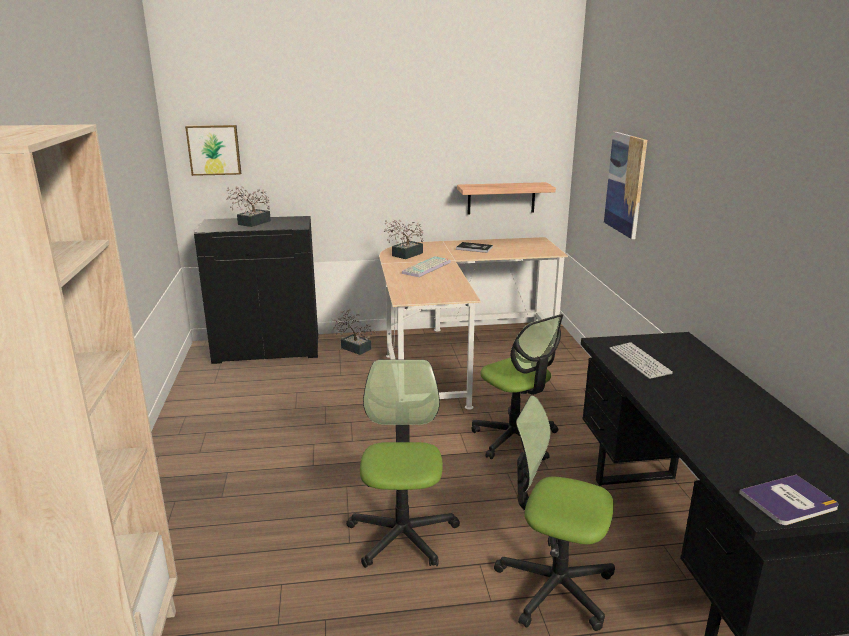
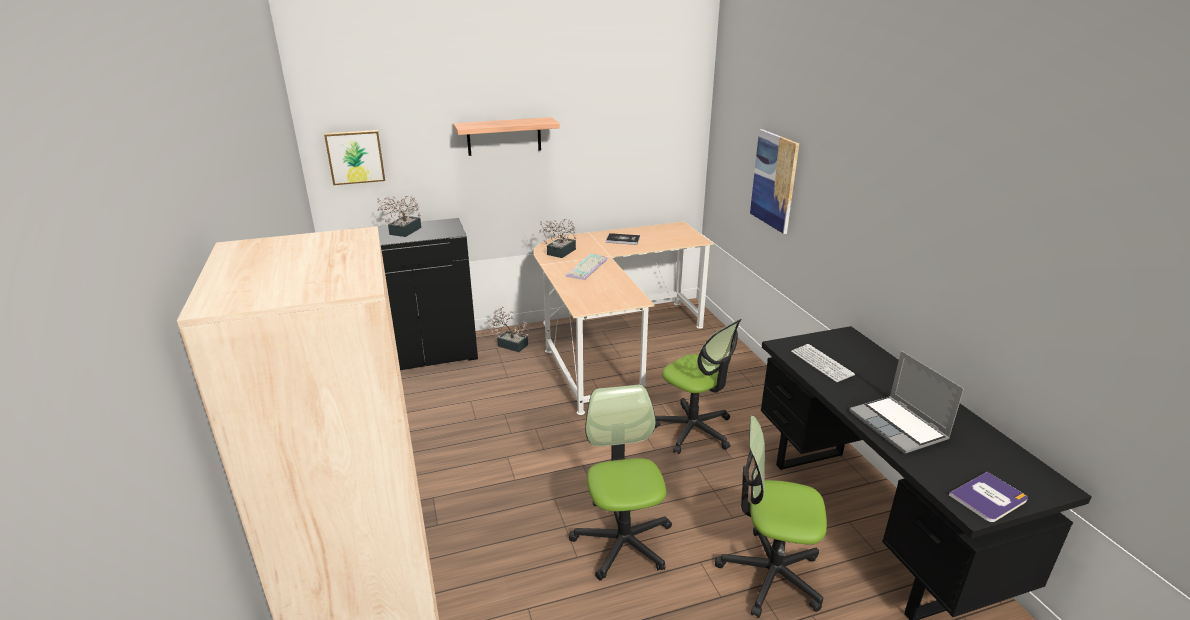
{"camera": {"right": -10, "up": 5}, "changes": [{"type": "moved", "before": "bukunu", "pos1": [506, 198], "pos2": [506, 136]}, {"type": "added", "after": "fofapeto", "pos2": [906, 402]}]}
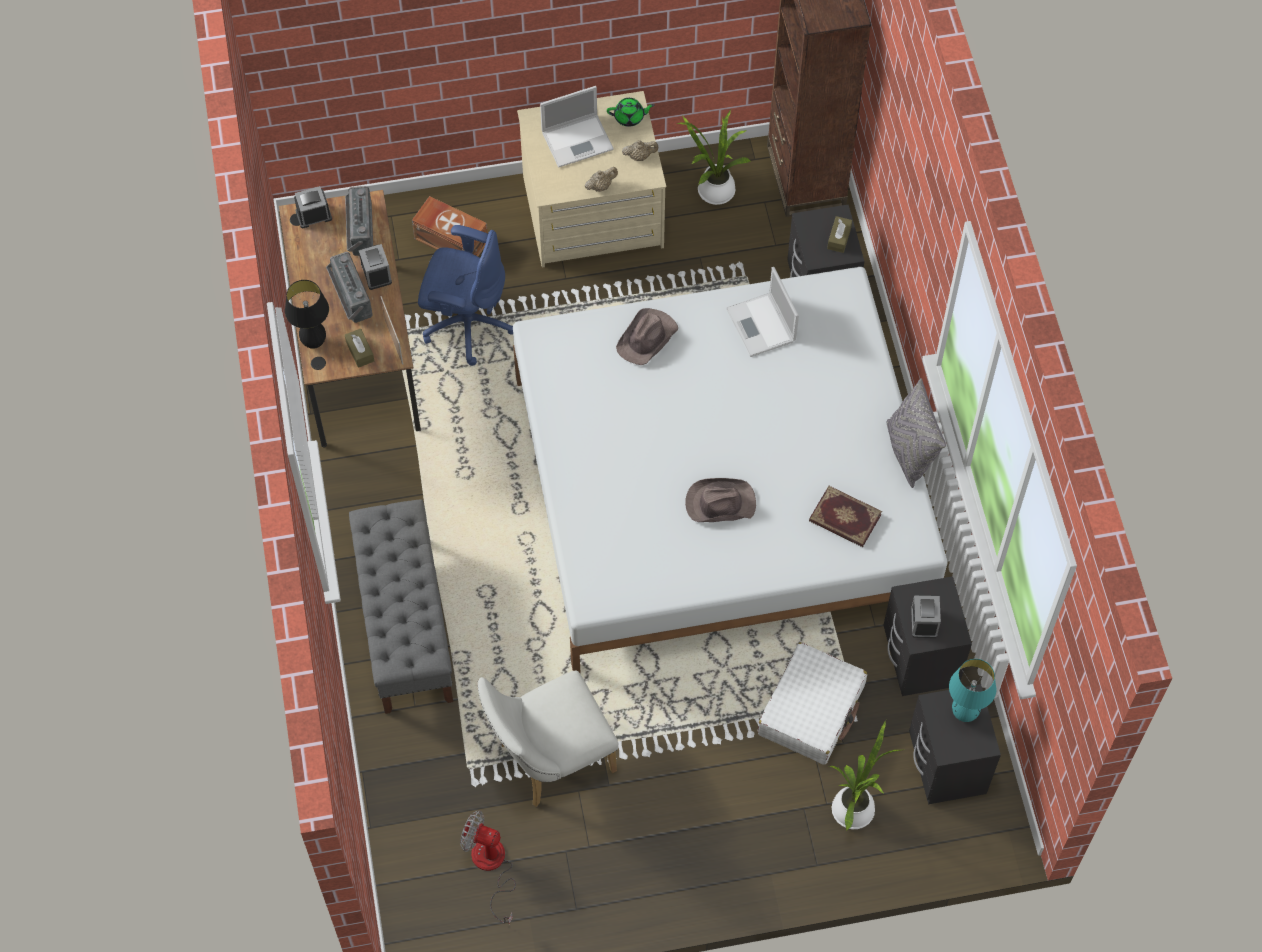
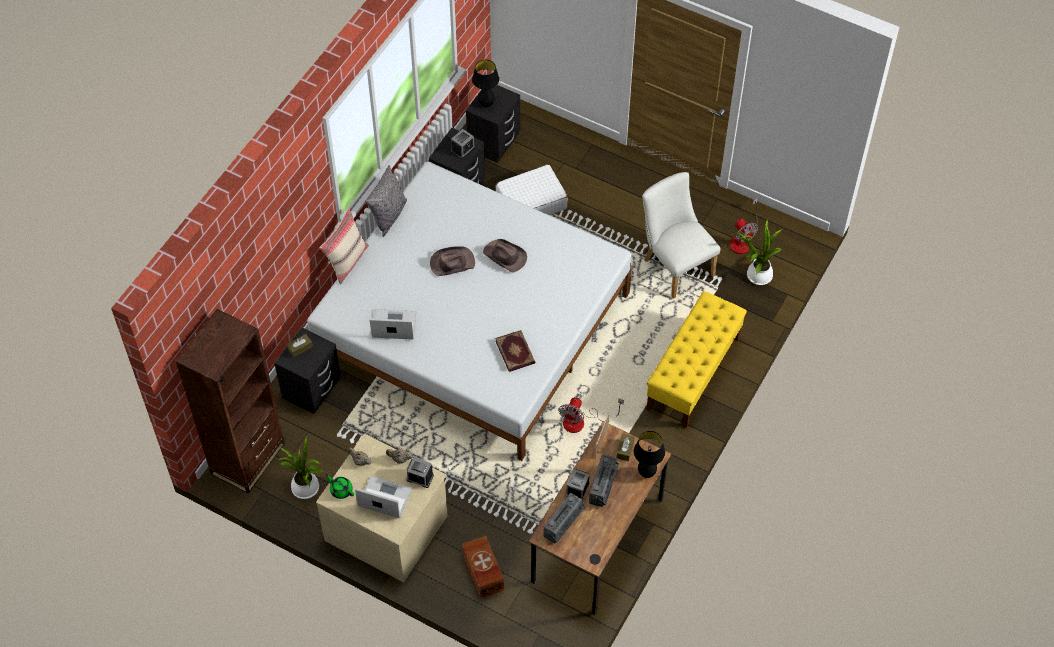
{"camera": {"right": -140, "up": -5}, "changes": [{"type": "added", "after": "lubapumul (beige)", "pos2": [344, 246]}, {"type": "turned", "before": "fofapeto", "pos1": [762, 312], "pos2": [393, 324], "turn": -105}, {"type": "moved", "before": "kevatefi", "pos1": [313, 207], "pos2": [420, 473]}, {"type": "moved", "before": "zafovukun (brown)", "pos1": [647, 336], "pos2": [452, 261]}, {"type": "recoloured", "before": "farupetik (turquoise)", "after": "farupetik (black)", "pos1": [972, 690], "pos2": [485, 83]}, {"type": "moved", "before": "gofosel", "pos1": [845, 516], "pos2": [515, 351]}, {"type": "added", "after": "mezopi", "pos2": [591, 415]}, {"type": "turned", "before": "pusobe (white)", "pos1": [547, 738], "pos2": [681, 235], "turn": -135}, {"type": "recoloured", "before": "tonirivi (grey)", "after": "tonirivi (yellow)", "pos1": [401, 606], "pos2": [697, 360]}, {"type": "moved", "before": "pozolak", "pos1": [867, 776], "pos2": [759, 252]}, {"type": "removed", "before": "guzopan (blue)", "pos1": [465, 295]}]}
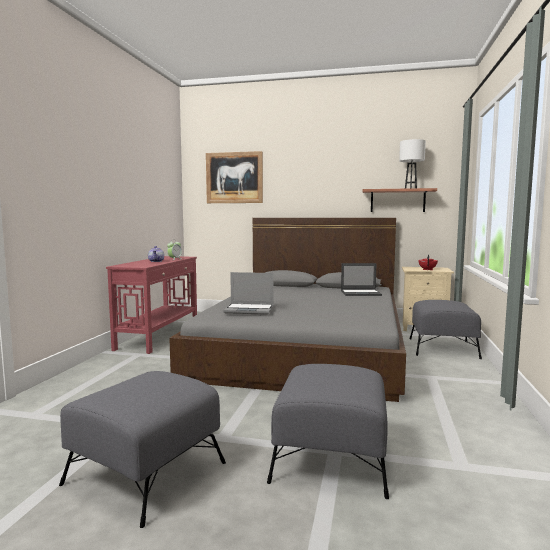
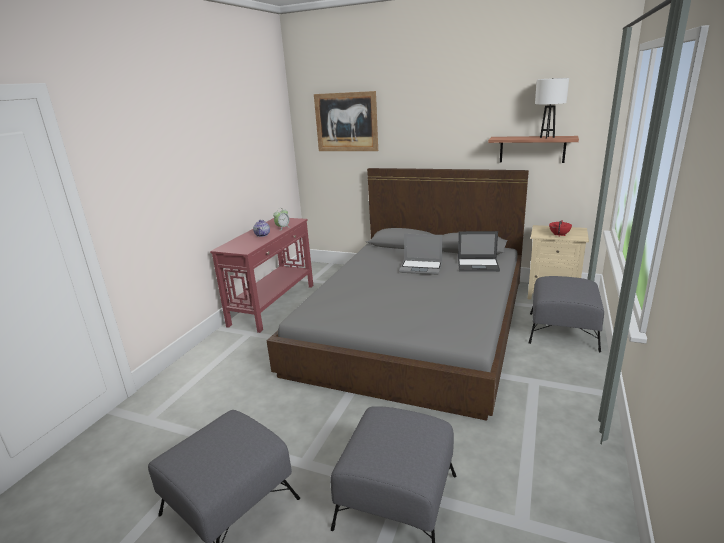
{"camera": {"right": 10, "up": 15}, "changes": [{"type": "moved", "before": "fofapeto", "pos1": [248, 293], "pos2": [420, 254]}]}
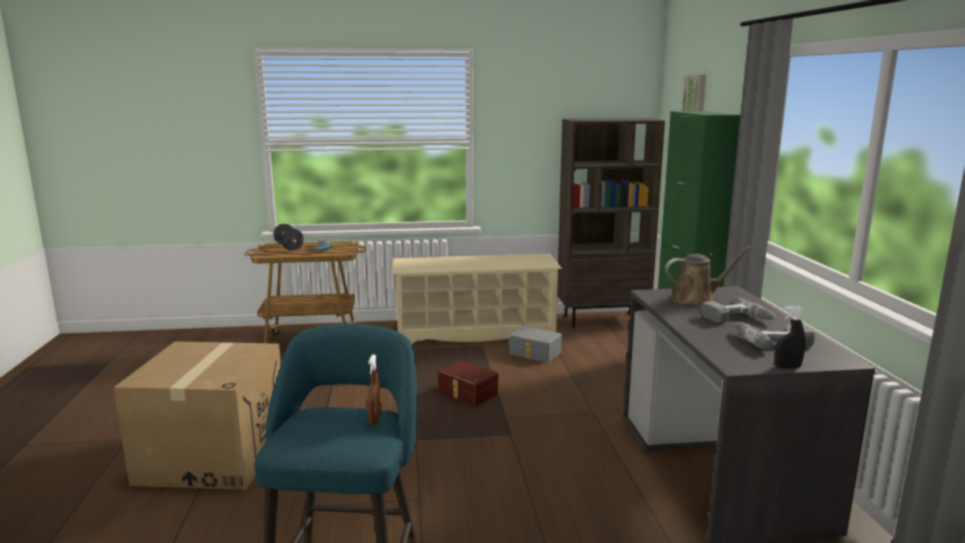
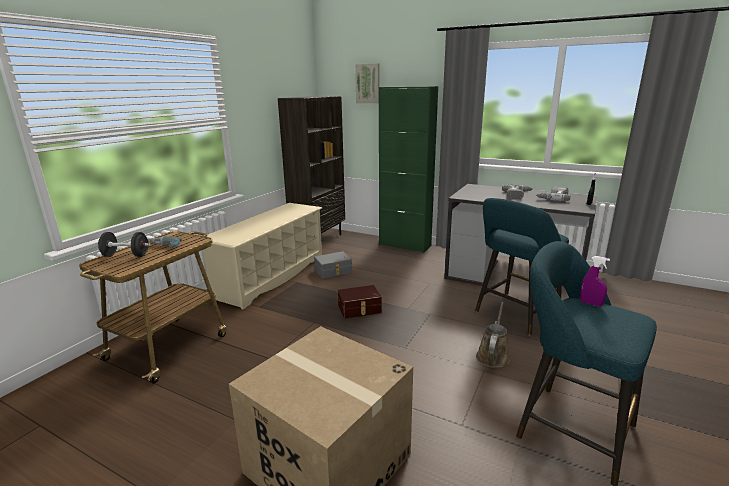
{"camera": {"right": -55, "up": 5}, "changes": [{"type": "added", "after": "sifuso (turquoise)", "pos2": [522, 266]}, {"type": "moved", "before": "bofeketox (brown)", "pos1": [708, 276], "pos2": [492, 334]}, {"type": "recoloured", "before": "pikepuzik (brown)", "after": "pikepuzik (purple)", "pos1": [374, 389], "pos2": [595, 281]}]}
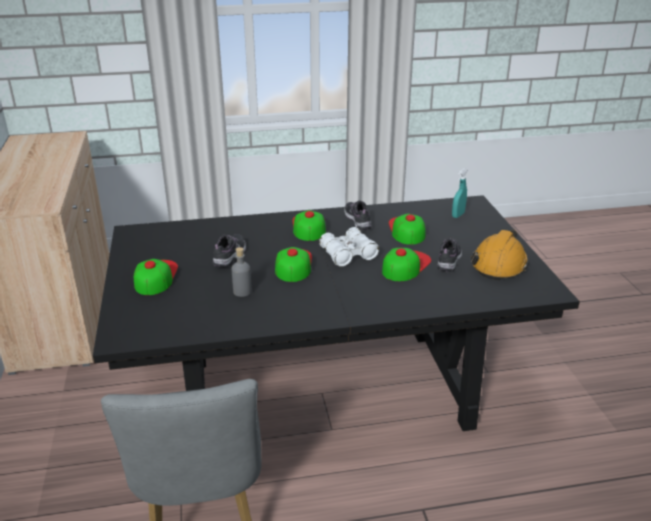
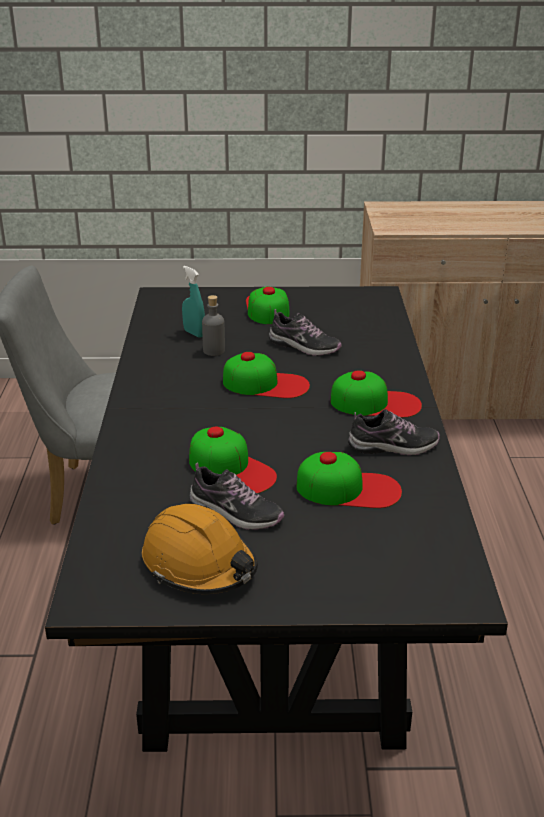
{"camera": {"right": 100, "up": 0}, "changes": [{"type": "moved", "before": "pikepuzik (turquoise)", "pos1": [459, 193], "pos2": [193, 302]}, {"type": "turned", "before": "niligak", "pos1": [156, 277], "pos2": [268, 305], "turn": -105}, {"type": "removed", "before": "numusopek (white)", "pos1": [349, 247]}]}
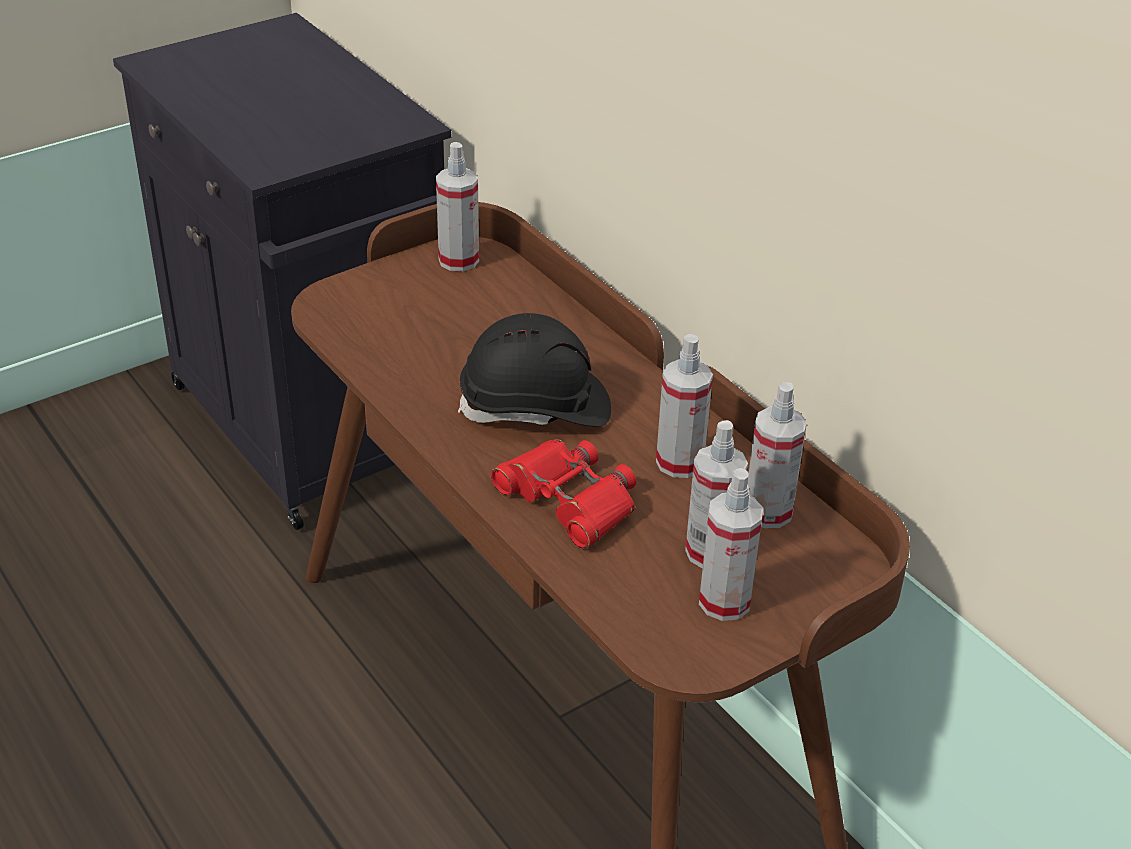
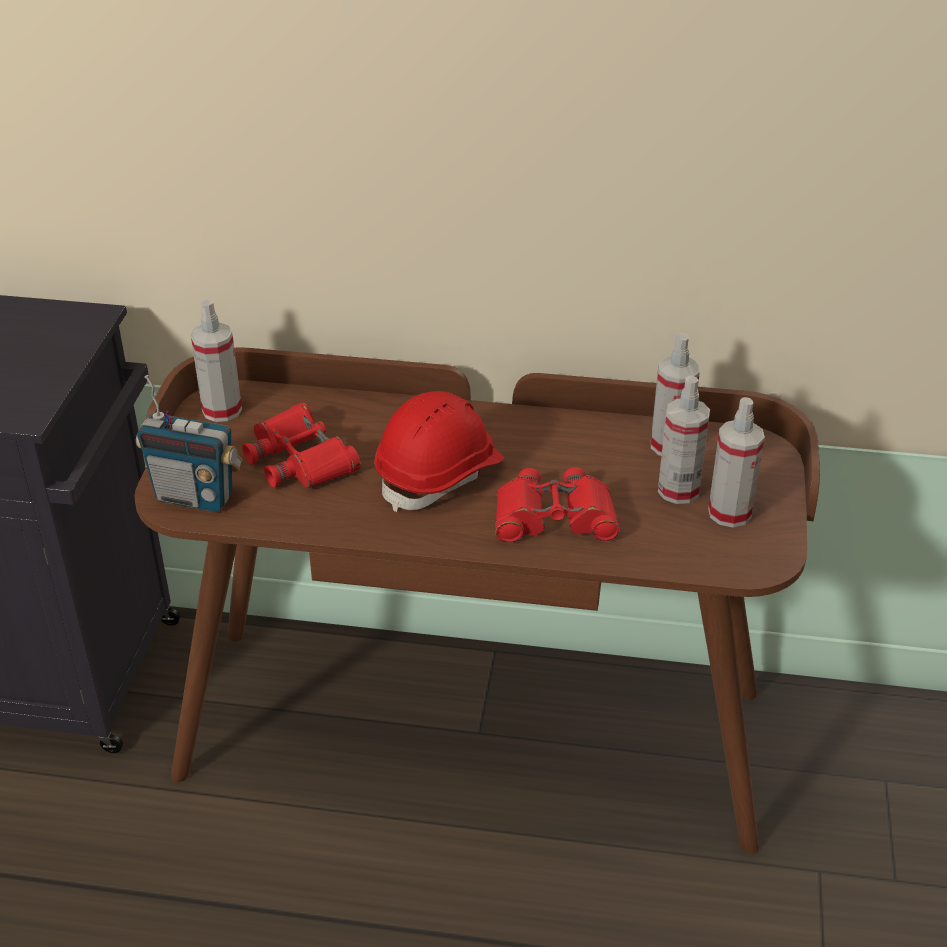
{"camera": {"right": -45, "up": 0}, "changes": [{"type": "added", "after": "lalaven", "pos2": [189, 443]}, {"type": "added", "after": "numusopek (red)", "pos2": [301, 445]}, {"type": "recoloured", "before": "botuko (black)", "after": "botuko (red)", "pos1": [534, 370], "pos2": [439, 451]}, {"type": "removed", "before": "pikepuzik", "pos1": [684, 406]}]}
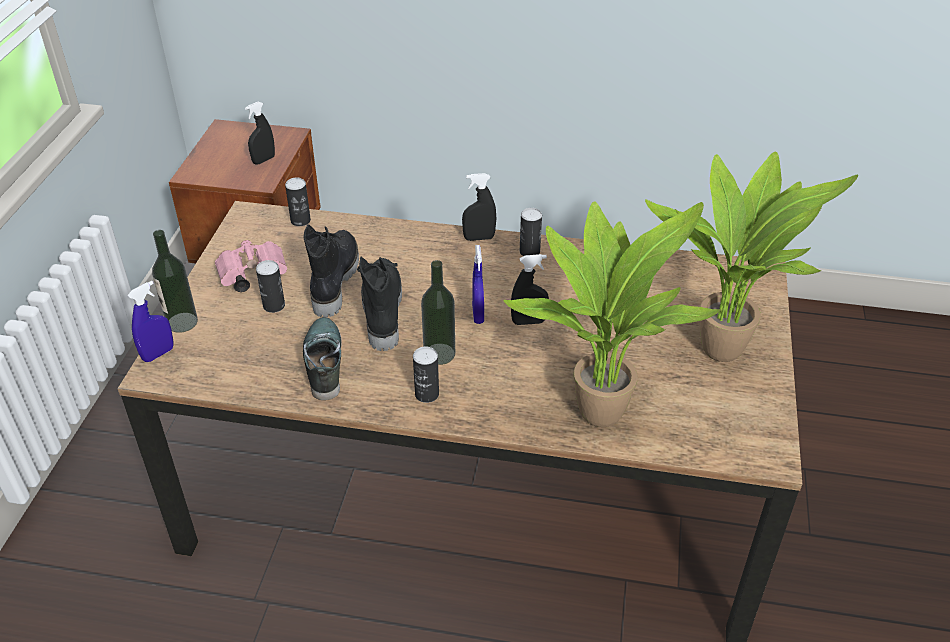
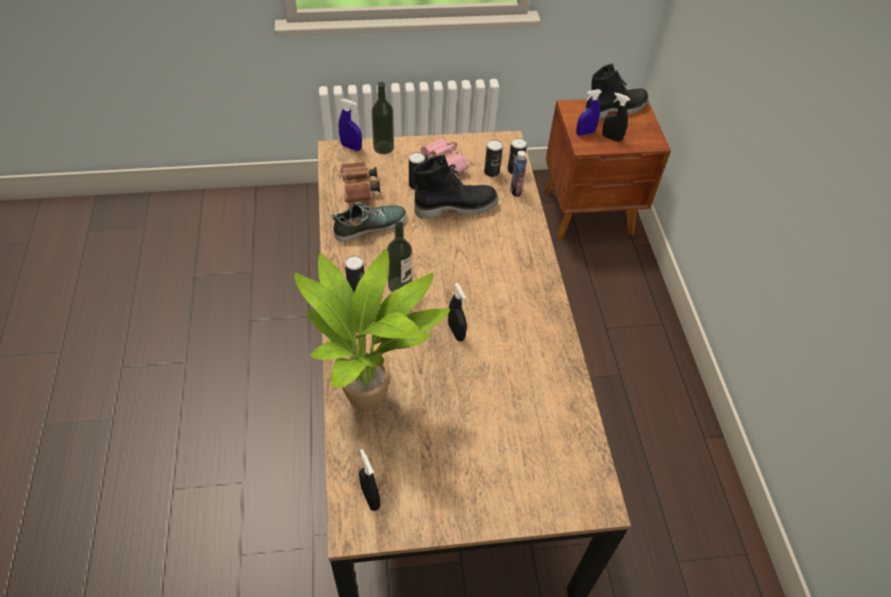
{"camera": {"right": 70, "up": 10}, "changes": [{"type": "added", "after": "numusopek (brown)", "pos2": [360, 182]}, {"type": "moved", "before": "pikepuzik (black)", "pos1": [479, 207], "pos2": [369, 480]}, {"type": "moved", "before": "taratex", "pos1": [531, 232], "pos2": [493, 158]}, {"type": "added", "after": "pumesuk", "pos2": [518, 174]}, {"type": "moved", "before": "pikepuzik (blue)", "pos1": [478, 284], "pos2": [589, 112]}, {"type": "moved", "before": "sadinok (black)", "pos1": [379, 304], "pos2": [616, 91]}, {"type": "removed", "before": "pozolak", "pos1": [751, 257]}]}
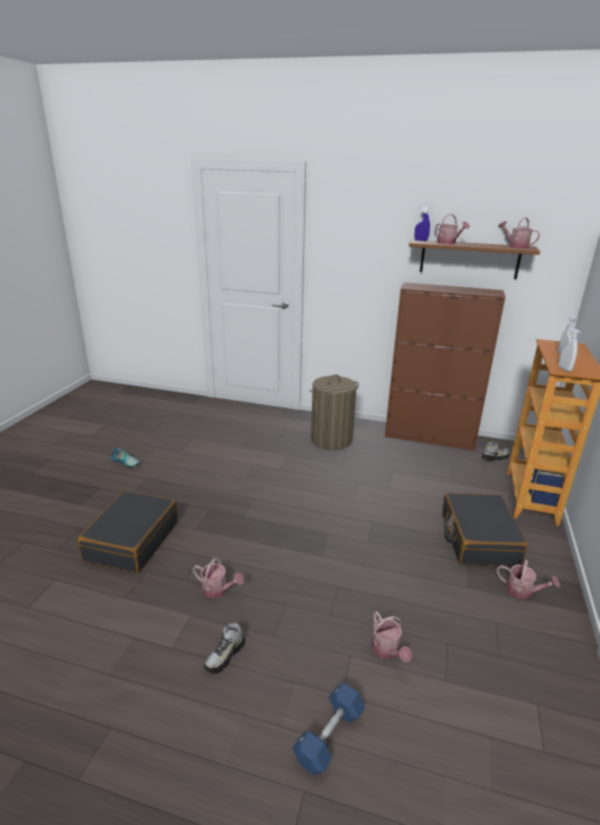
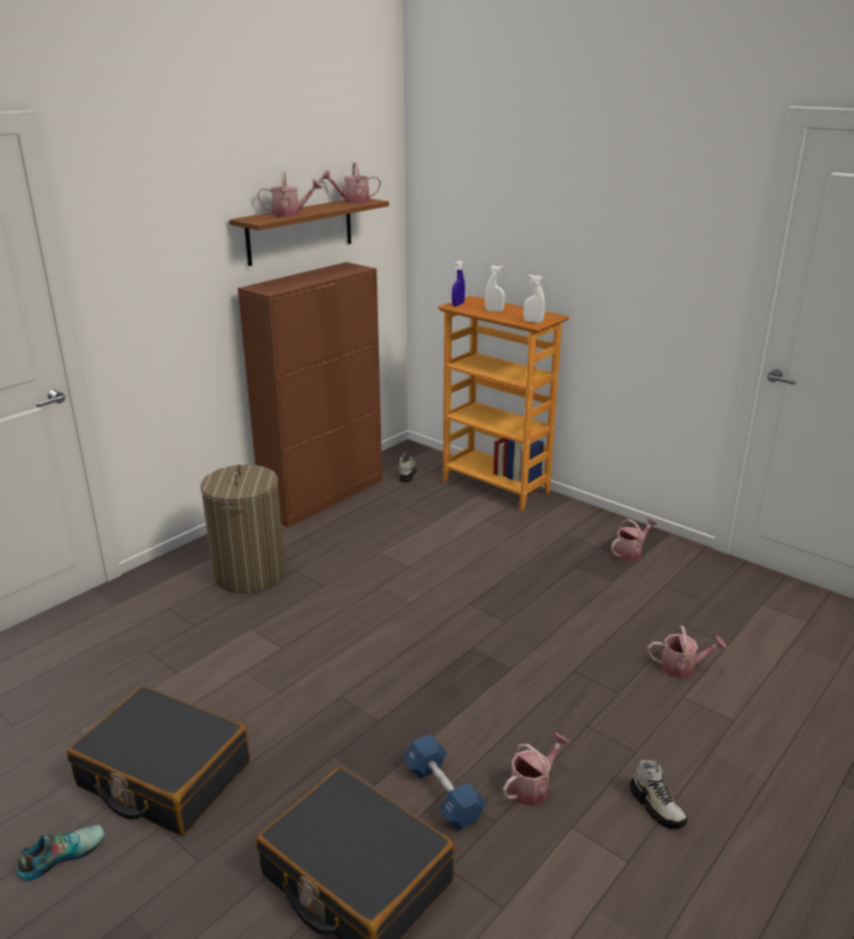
{"camera": {"right": -65, "up": 0}, "changes": [{"type": "moved", "before": "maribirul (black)", "pos1": [485, 530], "pos2": [158, 760]}, {"type": "moved", "before": "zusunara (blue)", "pos1": [328, 729], "pos2": [444, 782]}, {"type": "moved", "before": "pikepuzik (blue)", "pos1": [422, 223], "pos2": [458, 283]}]}
